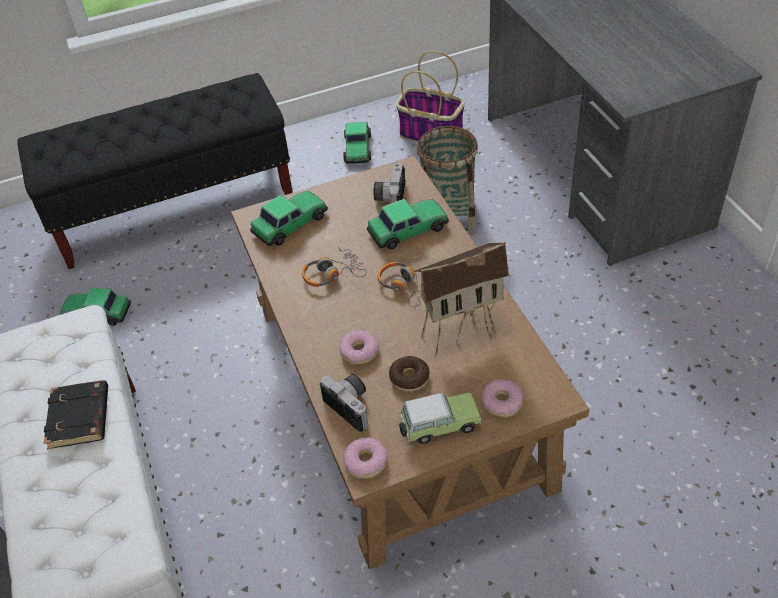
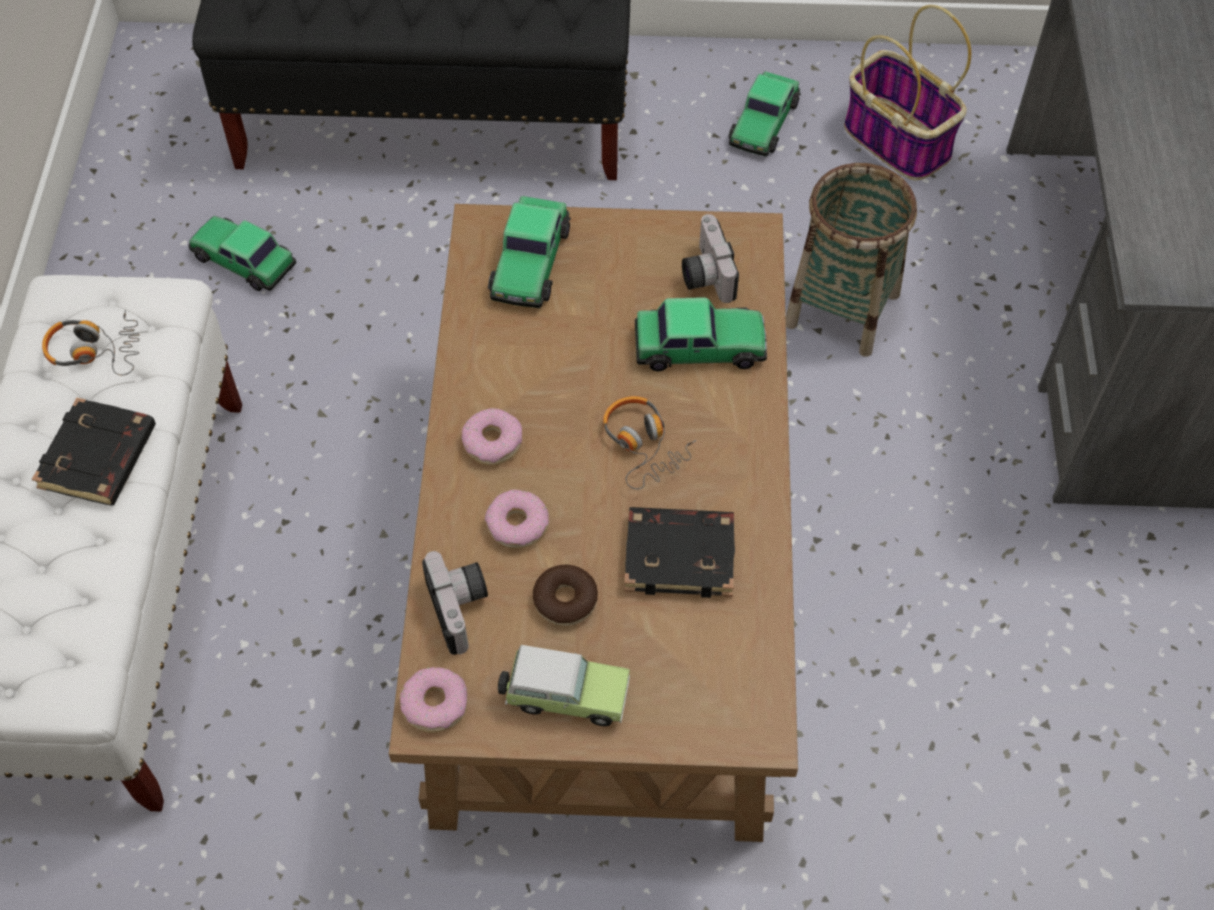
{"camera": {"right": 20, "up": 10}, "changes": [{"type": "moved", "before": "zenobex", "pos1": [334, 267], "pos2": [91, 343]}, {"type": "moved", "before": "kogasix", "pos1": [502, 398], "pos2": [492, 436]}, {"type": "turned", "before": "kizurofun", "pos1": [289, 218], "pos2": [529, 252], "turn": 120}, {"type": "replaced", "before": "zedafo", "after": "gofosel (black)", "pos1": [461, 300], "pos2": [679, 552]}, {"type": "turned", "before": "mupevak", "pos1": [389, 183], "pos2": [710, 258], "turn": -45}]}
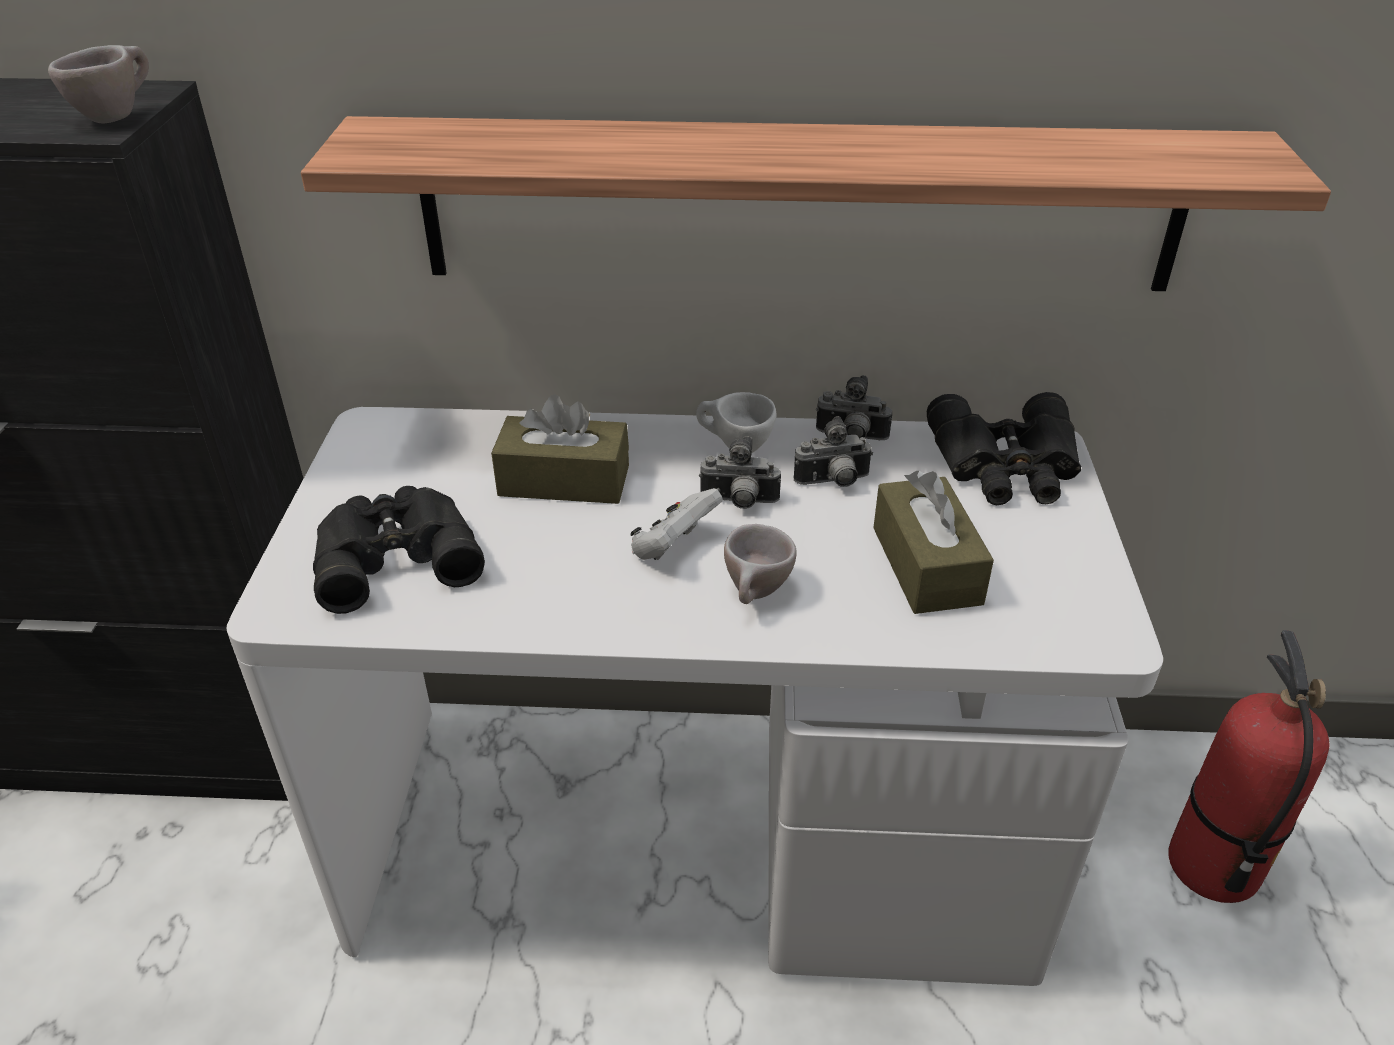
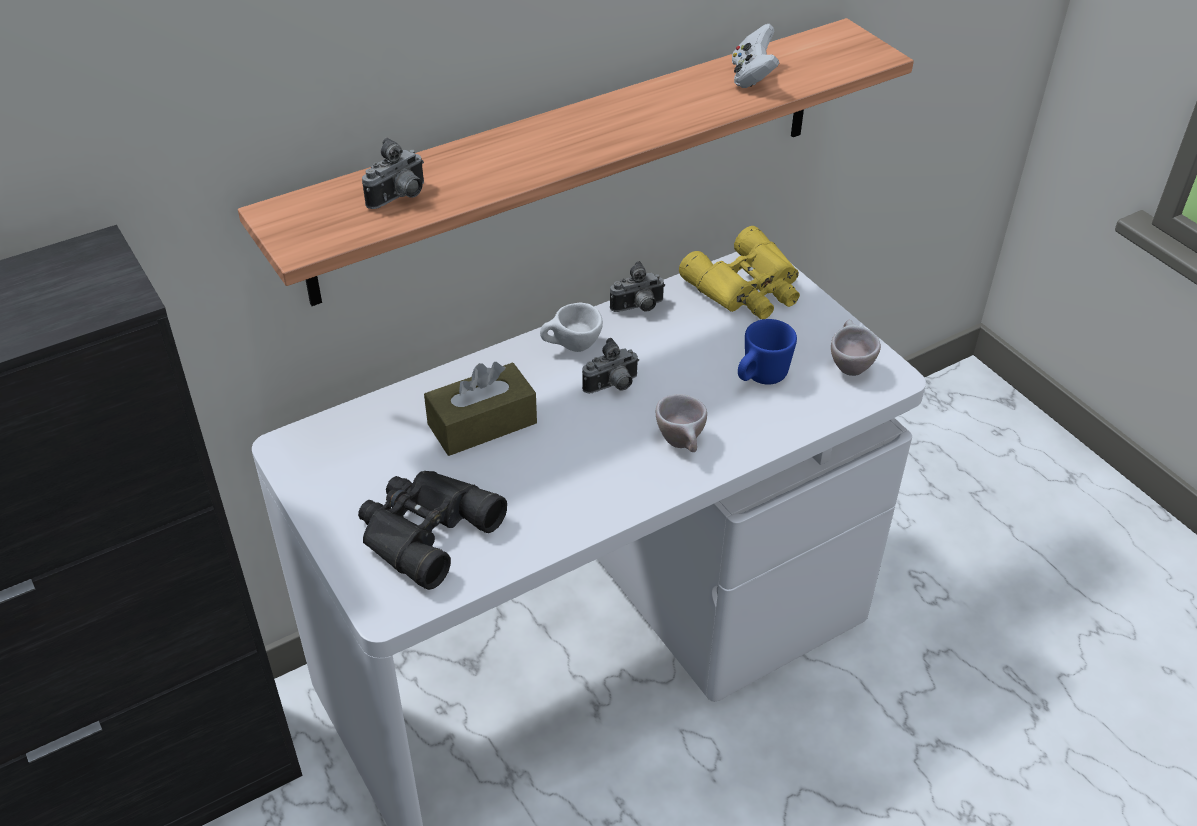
{"camera": {"right": -35, "up": 5}, "changes": [{"type": "moved", "before": "mupevak", "pos1": [833, 451], "pos2": [393, 173]}, {"type": "recoloured", "before": "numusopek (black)", "after": "numusopek (yellow)", "pos1": [1004, 448], "pos2": [739, 272]}, {"type": "moved", "before": "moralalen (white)", "pos1": [676, 524], "pos2": [755, 56]}, {"type": "replaced", "before": "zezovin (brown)", "after": "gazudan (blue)", "pos1": [933, 542], "pos2": [767, 352]}, {"type": "moved", "before": "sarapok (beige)", "pos1": [98, 84], "pos2": [856, 348]}, {"type": "removed", "before": "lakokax", "pos1": [1249, 766]}]}
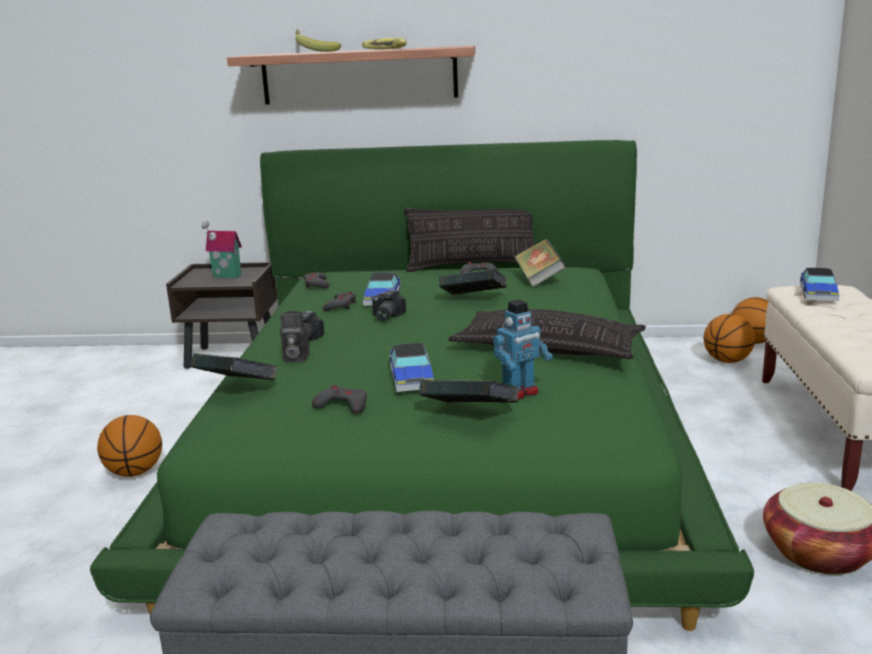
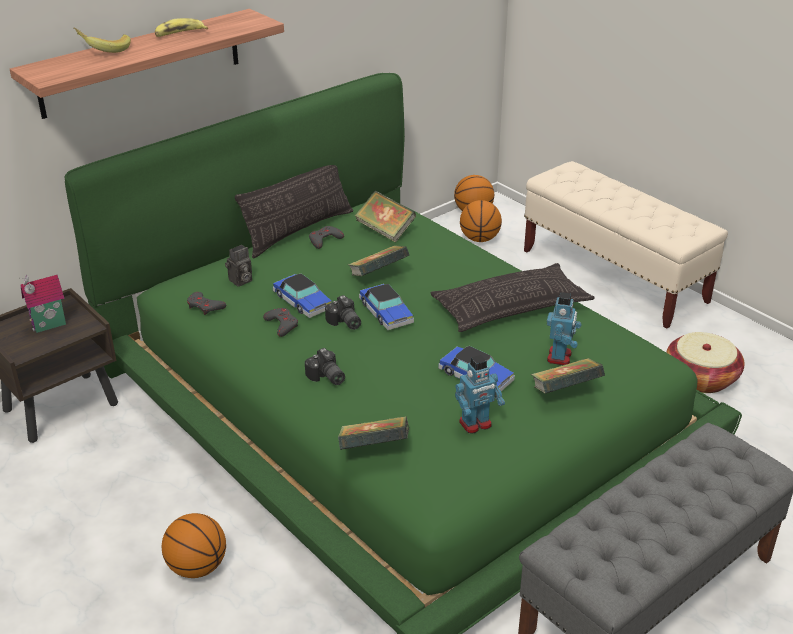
{"camera": {"right": -45, "up": 15}, "changes": [{"type": "moved", "before": "mupevak", "pos1": [295, 336], "pos2": [238, 266]}, {"type": "moved", "before": "kizurofun", "pos1": [819, 284], "pos2": [386, 307]}, {"type": "replaced", "before": "moralalen (grey)", "after": "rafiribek", "pos1": [339, 399], "pos2": [480, 394]}]}
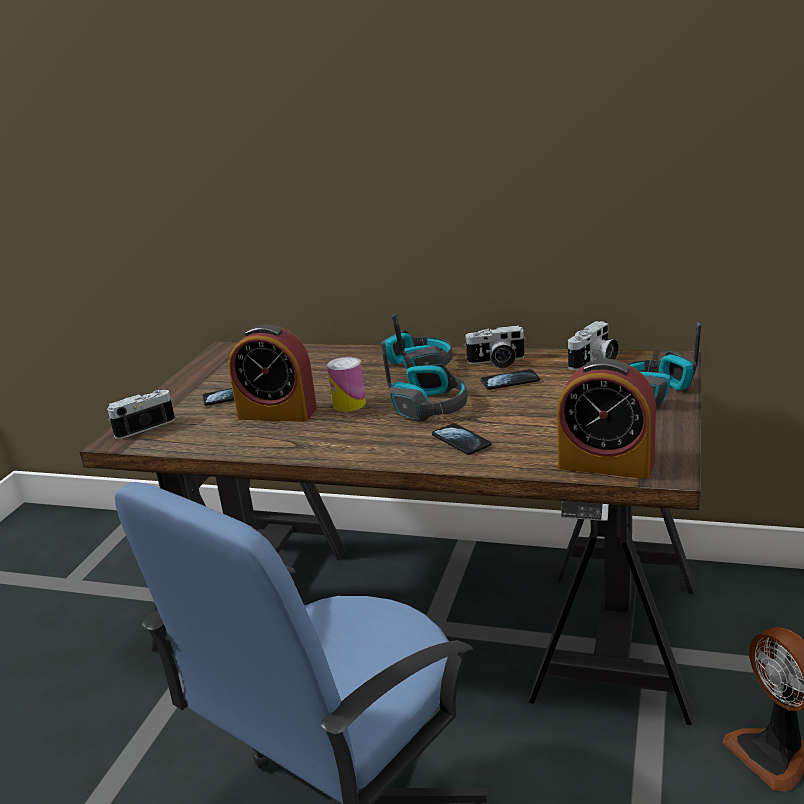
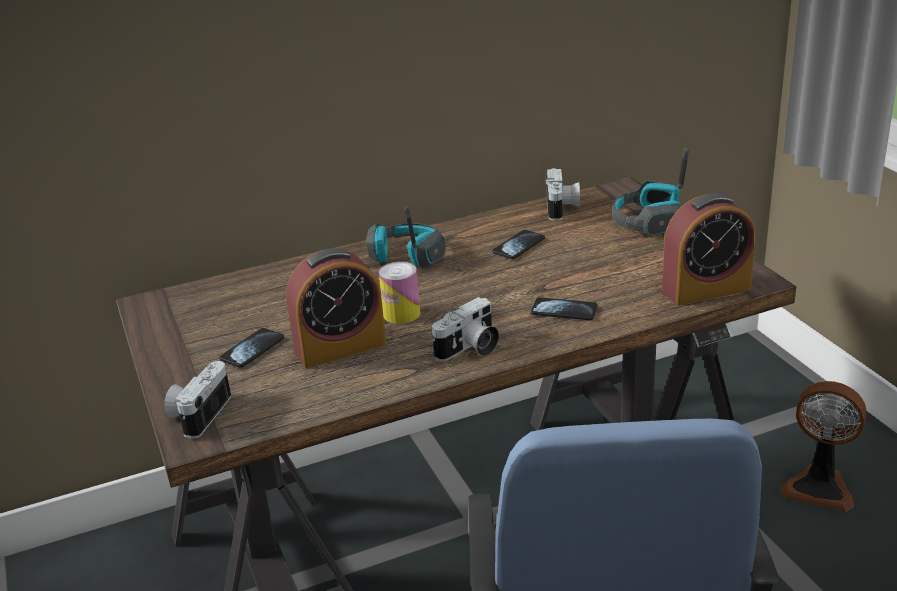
{"camera": {"right": -40, "up": 5}, "changes": [{"type": "moved", "before": "mupevak", "pos1": [495, 347], "pos2": [465, 329]}, {"type": "removed", "before": "zenobex", "pos1": [424, 381]}]}
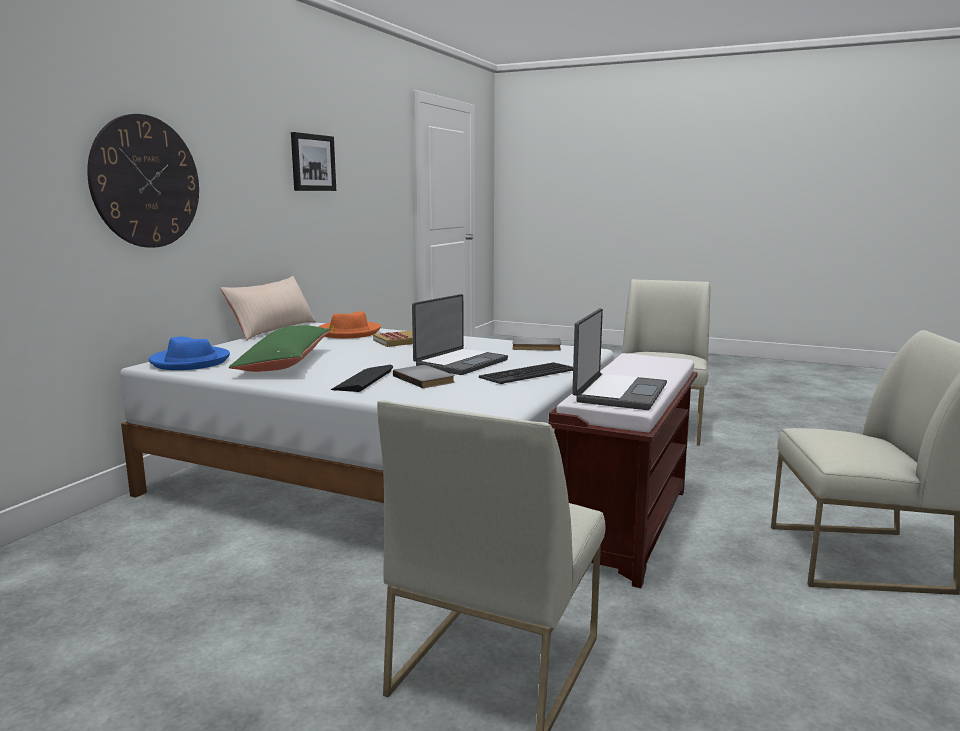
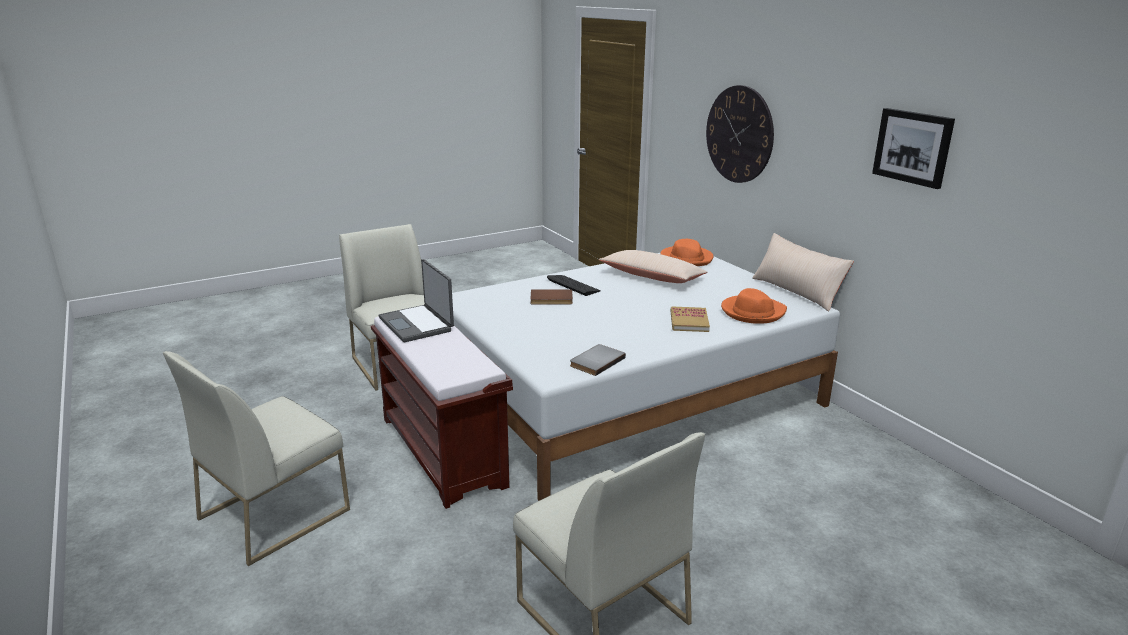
{"camera": {"right": 125, "up": 10}, "changes": [{"type": "recoloured", "before": "gofosel (grey)", "after": "gofosel (brown)", "pos1": [424, 376], "pos2": [551, 297]}, {"type": "recoloured", "before": "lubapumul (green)", "after": "lubapumul (beige)", "pos1": [280, 349], "pos2": [653, 266]}, {"type": "recoloured", "before": "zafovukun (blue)", "after": "zafovukun (orange)", "pos1": [189, 353], "pos2": [687, 252]}, {"type": "removed", "before": "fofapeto", "pos1": [460, 334]}, {"type": "removed", "before": "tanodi", "pos1": [526, 373]}]}
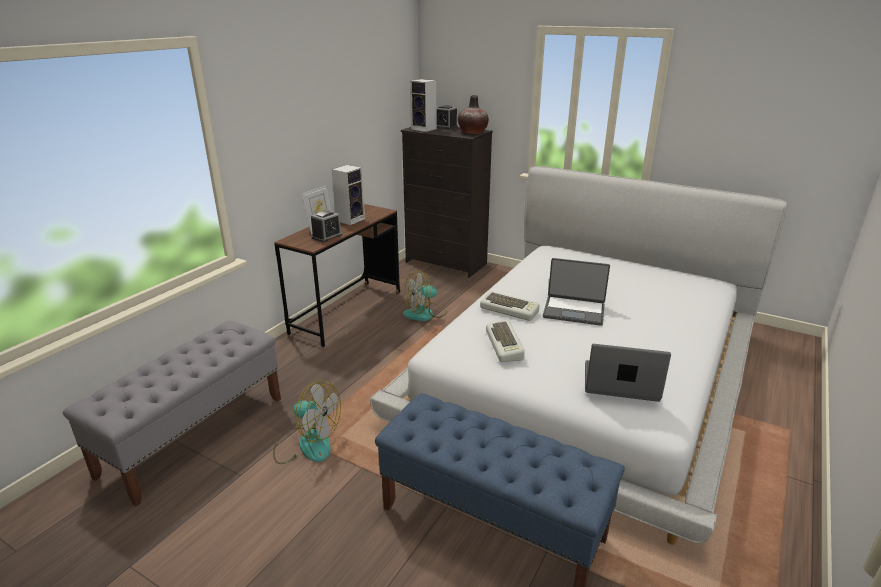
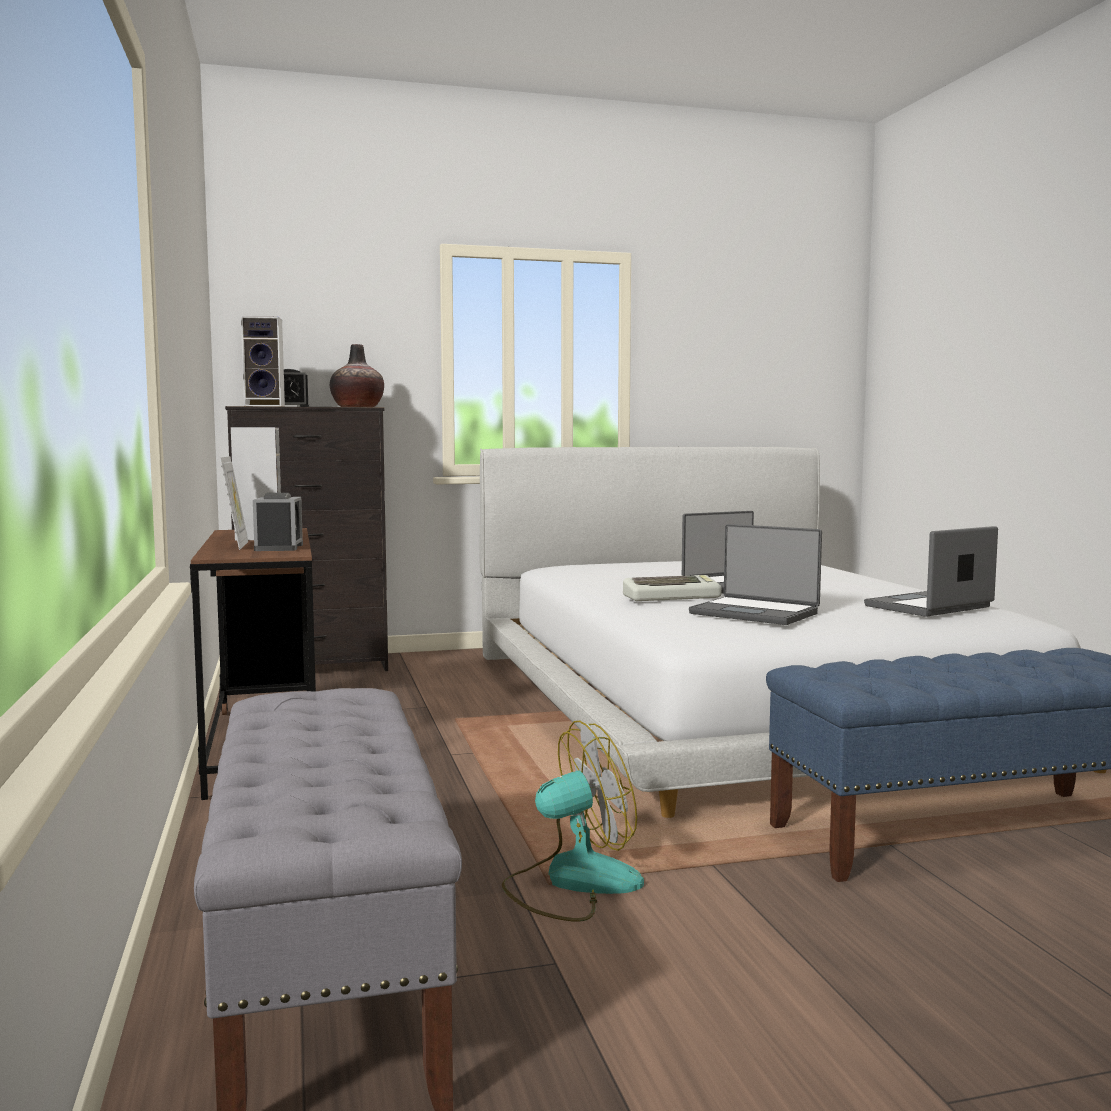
{"camera": {"right": -45, "up": -20}, "changes": [{"type": "replaced", "before": "tanodi", "after": "fofapeto", "pos1": [505, 341], "pos2": [755, 574]}, {"type": "removed", "before": "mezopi", "pos1": [425, 295]}]}
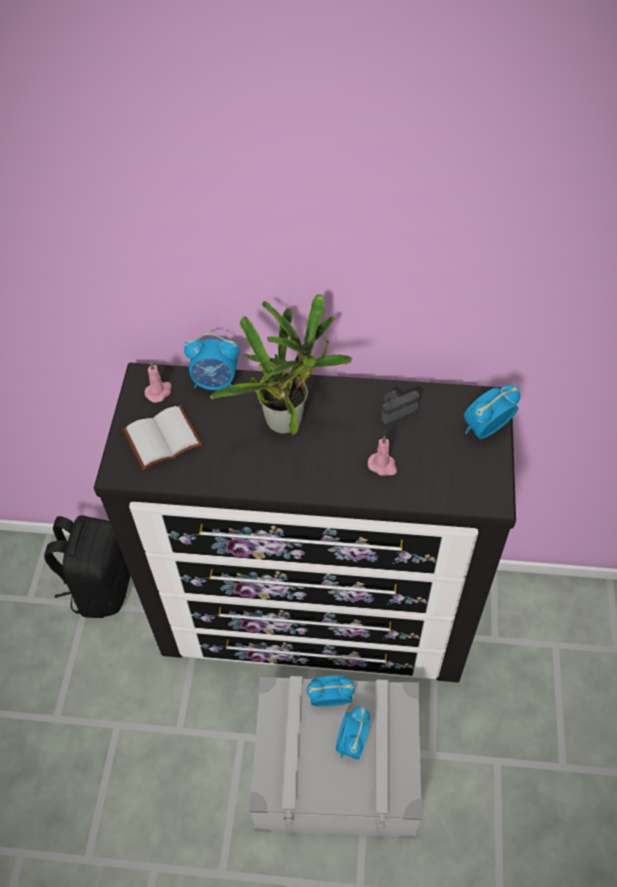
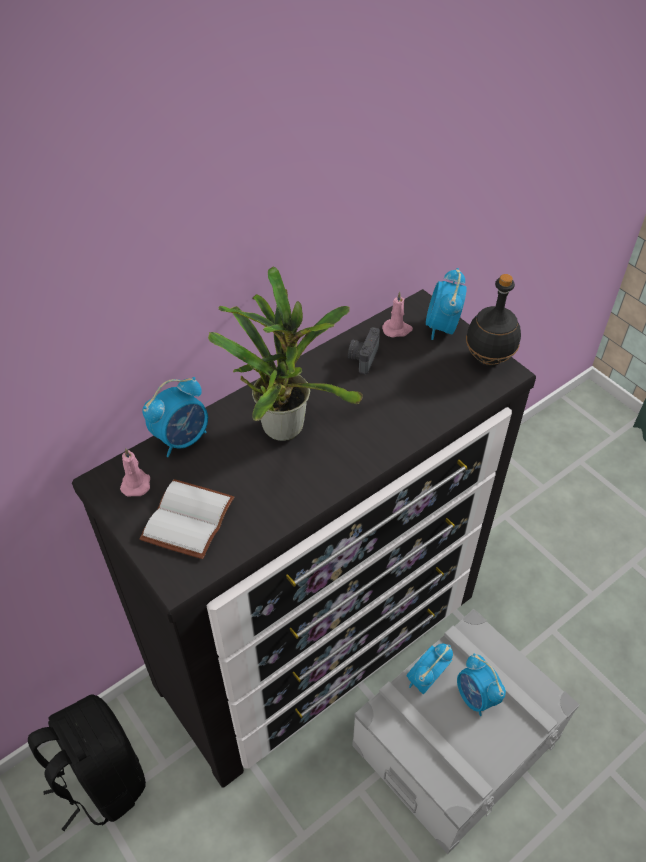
{"camera": {"right": -45, "up": -5}, "changes": [{"type": "moved", "before": "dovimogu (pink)", "pos1": [382, 456], "pos2": [397, 315]}, {"type": "added", "after": "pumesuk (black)", "pos2": [493, 320]}]}
